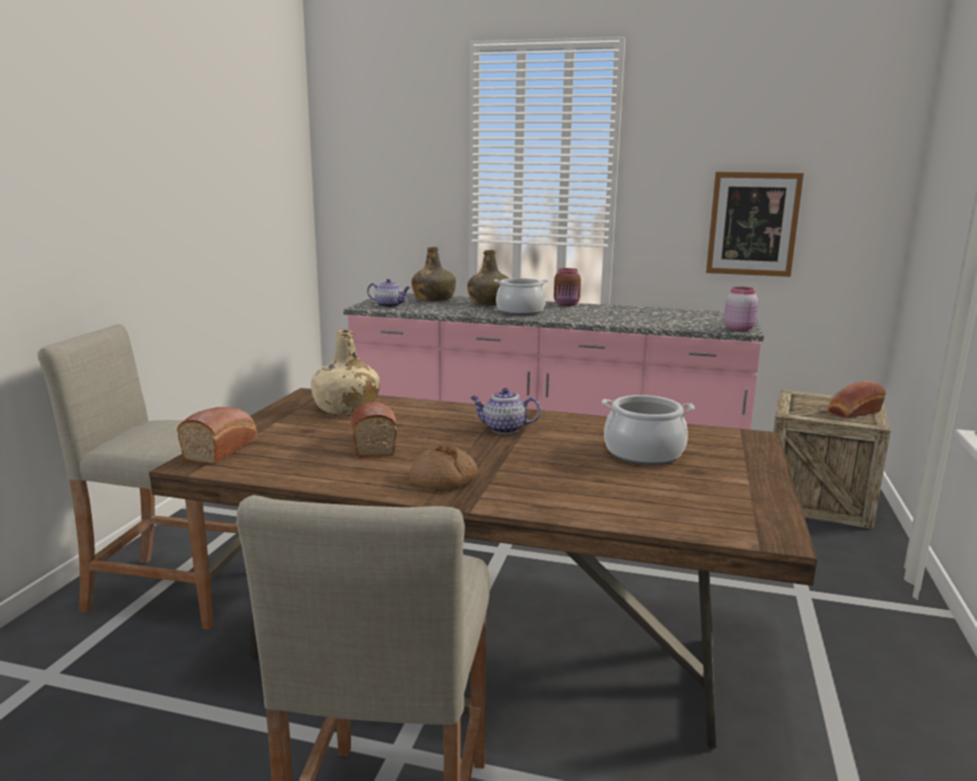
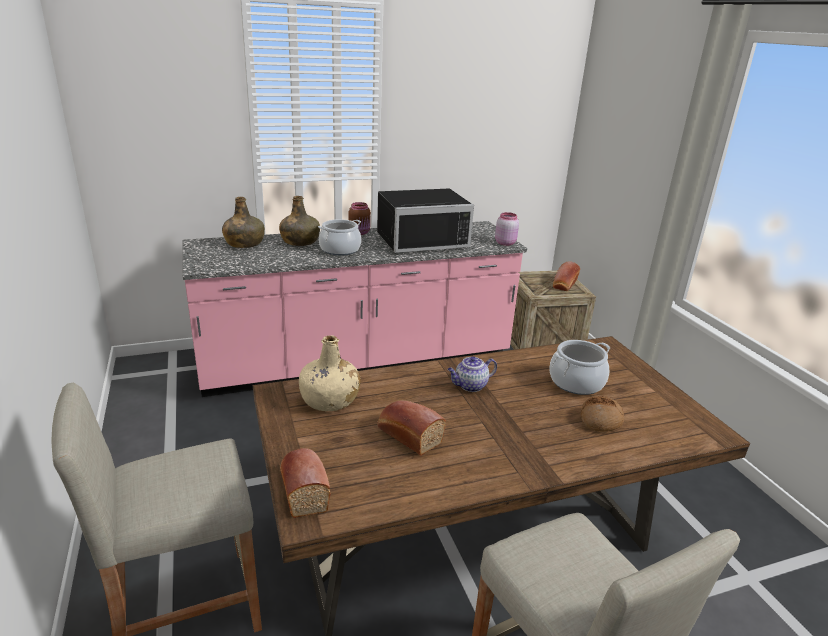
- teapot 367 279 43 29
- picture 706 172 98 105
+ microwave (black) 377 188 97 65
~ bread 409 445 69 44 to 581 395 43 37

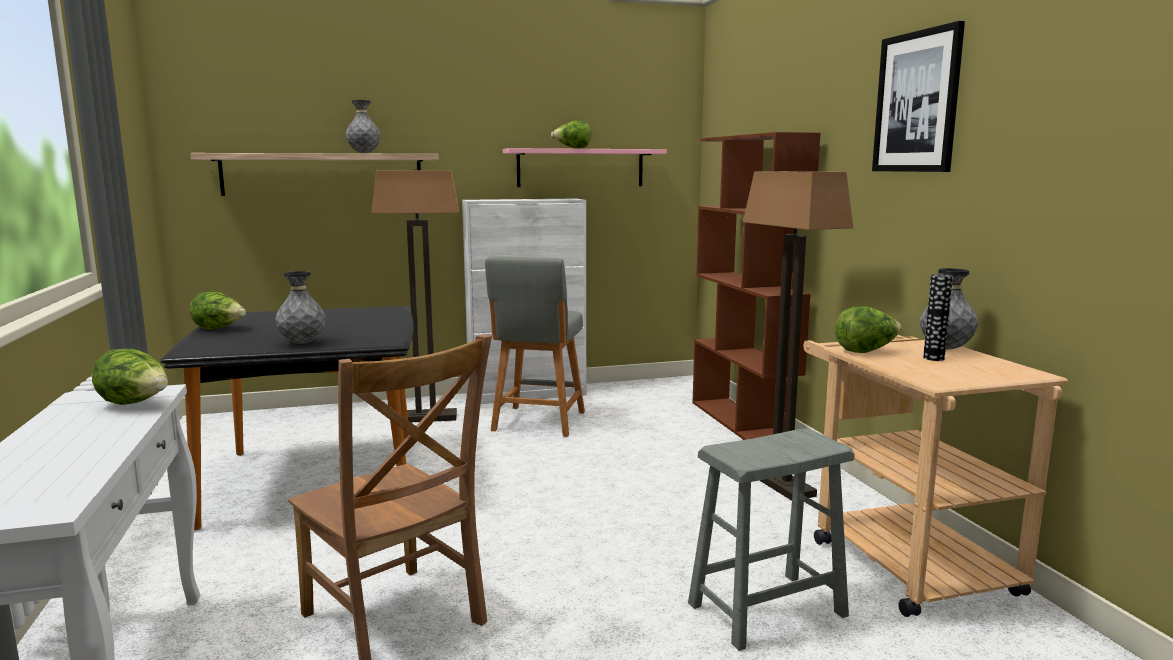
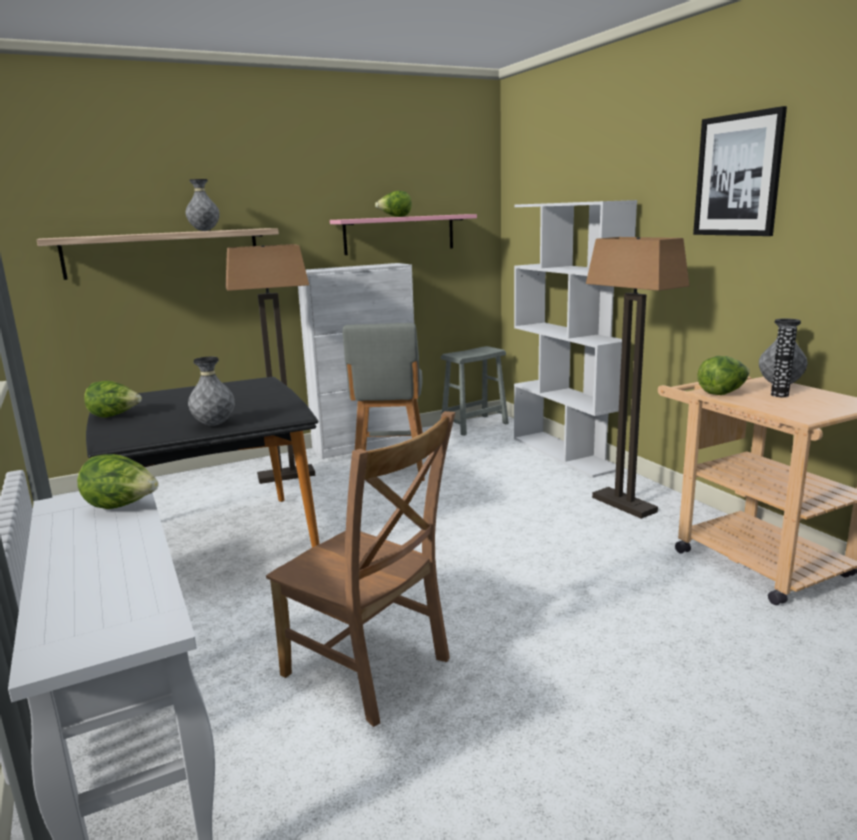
~ stool (grey) 688 429 167 222 to 441 346 68 90
~ bookcase (brown) 692 132 129 308 to bookcase (white) 514 200 123 278

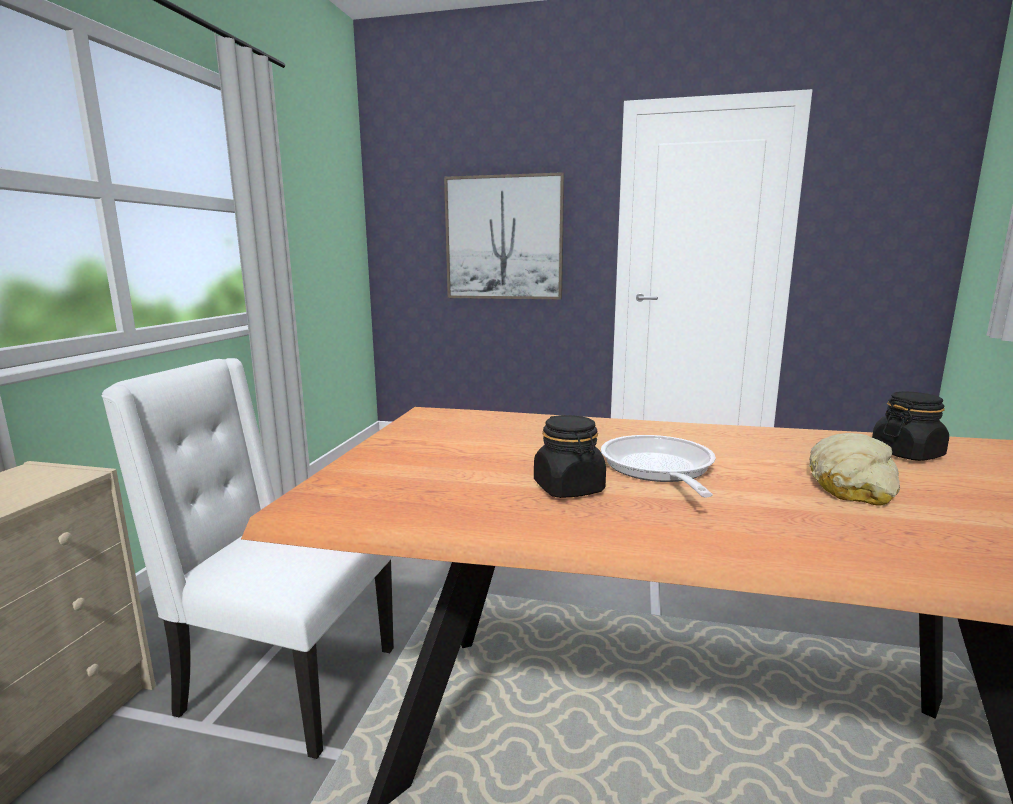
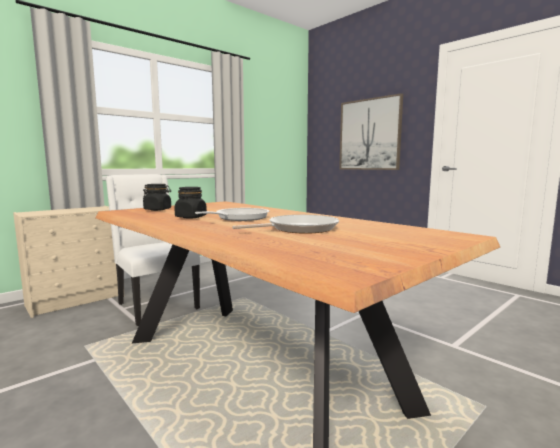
~ jar (black) 872 391 77 70 to 143 184 28 27
~ bread 809 433 91 73 to frying pan 232 215 107 19

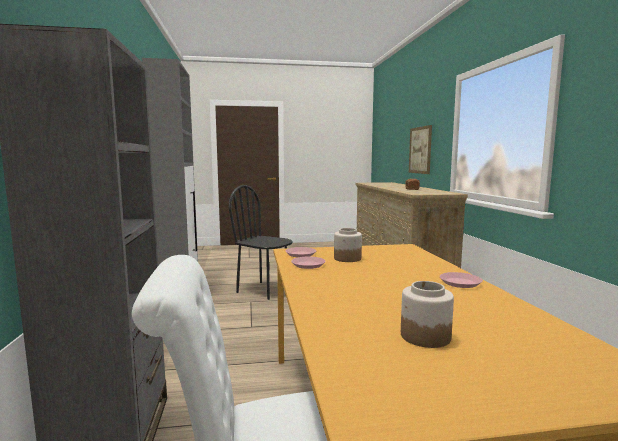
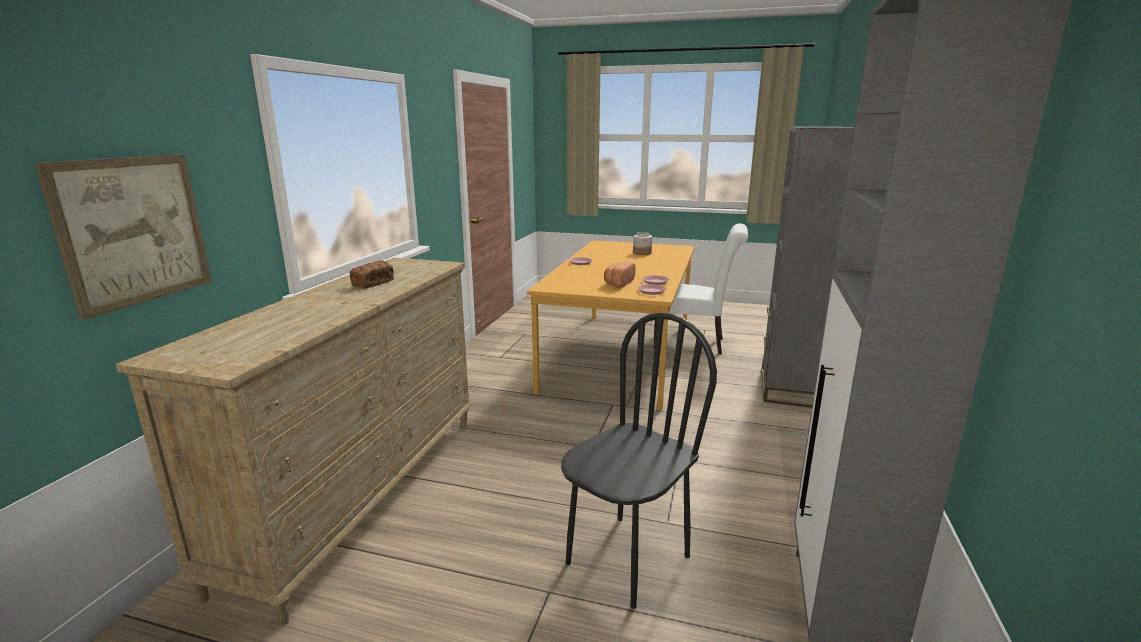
~ jar 334 228 28 34 to bread 604 262 32 26
~ chair (black) 229 185 64 115 = 561 312 156 297 105 degrees counterclockwise

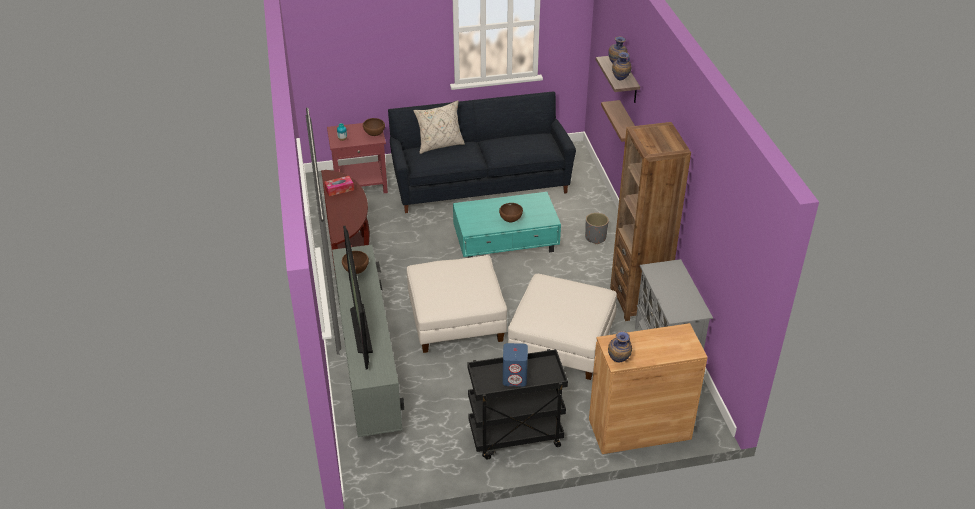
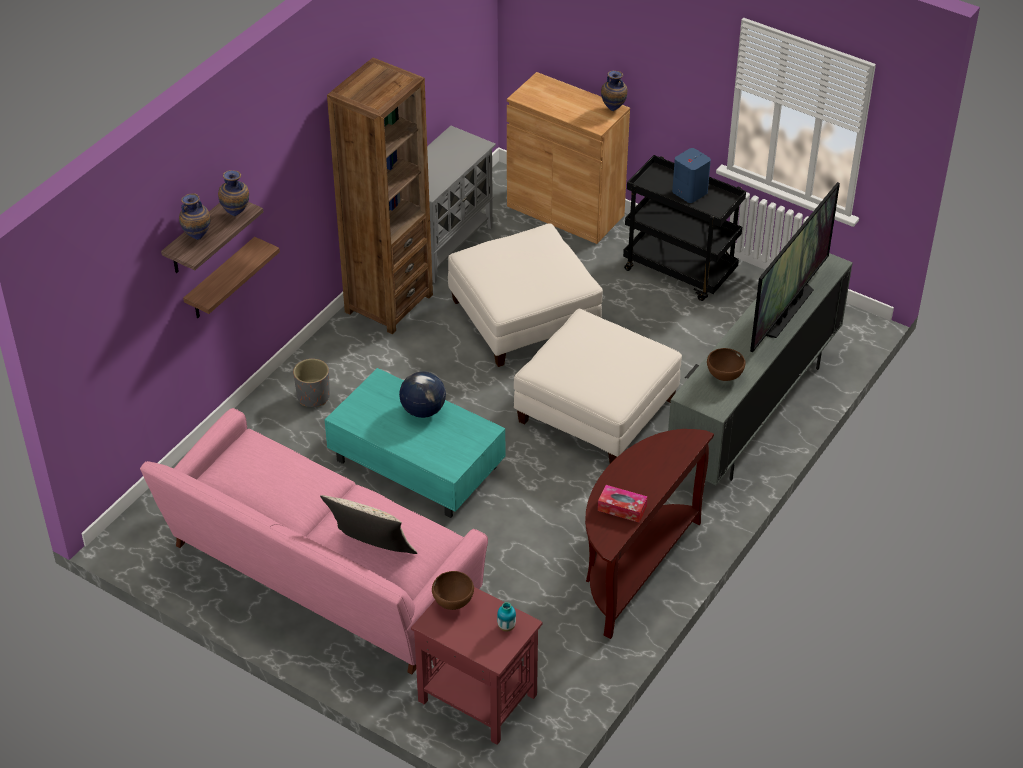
~ bowl (brown) 499 203 24 19 to globe 399 371 47 47
~ sofa (black) 388 91 188 122 to sofa (pink) 140 408 348 266

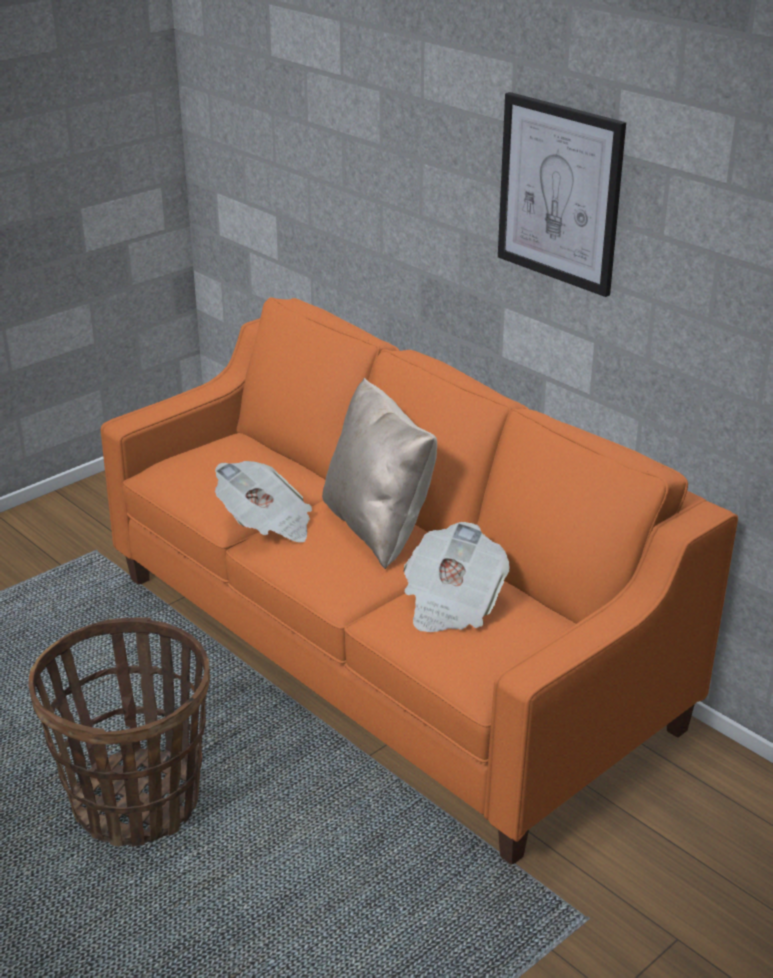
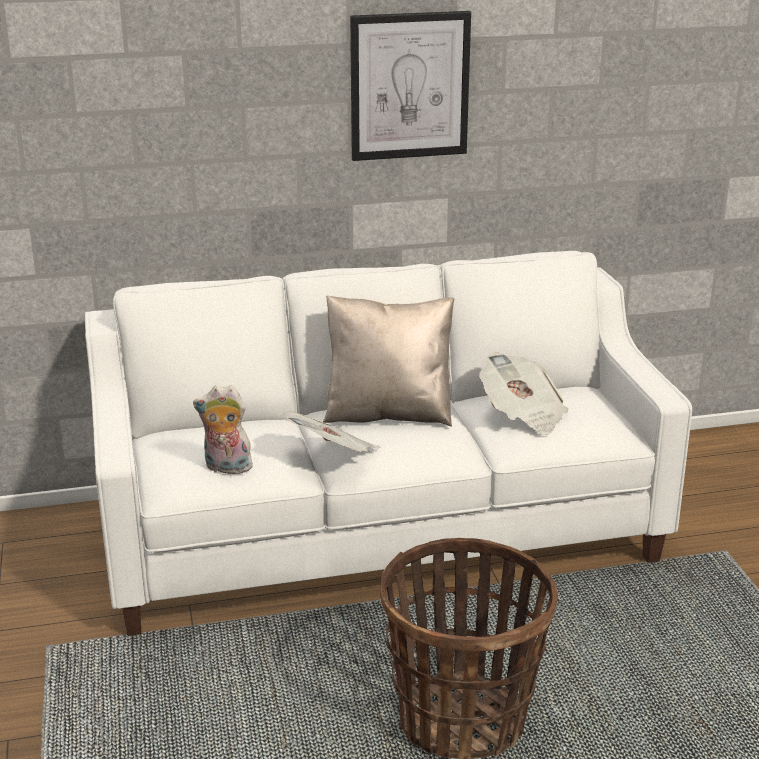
+ plush toy 193 385 62 92
~ sofa (orange) 101 297 637 568 to sofa (white) 85 251 607 385

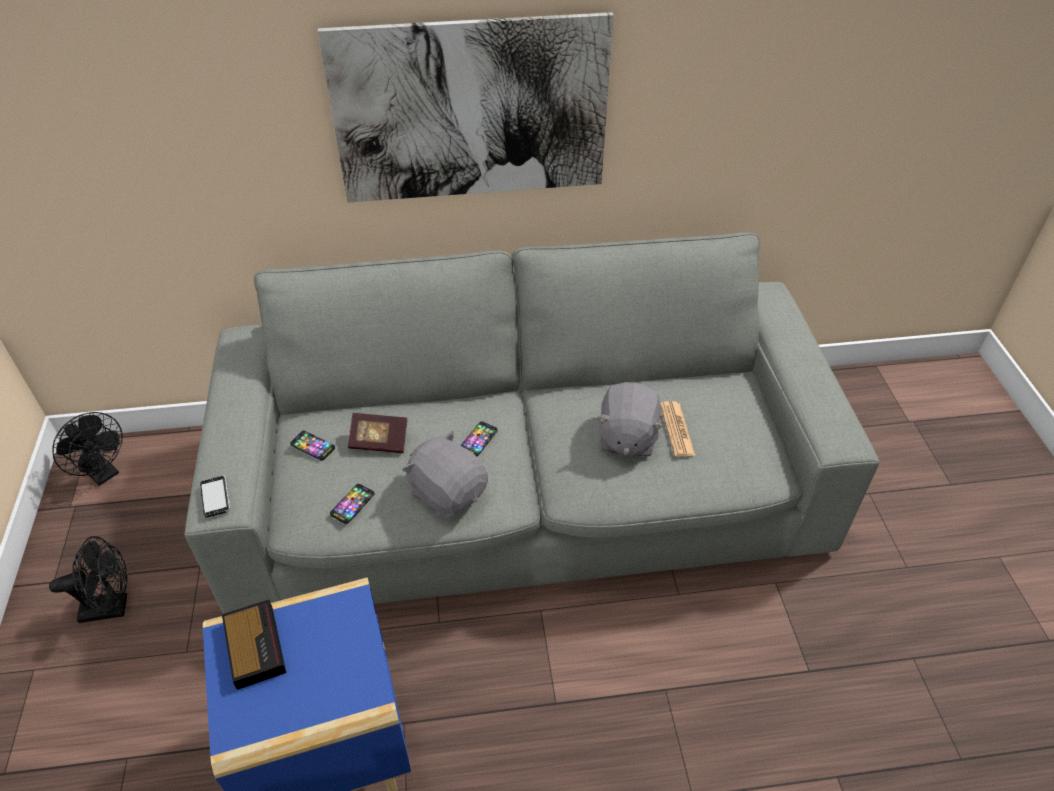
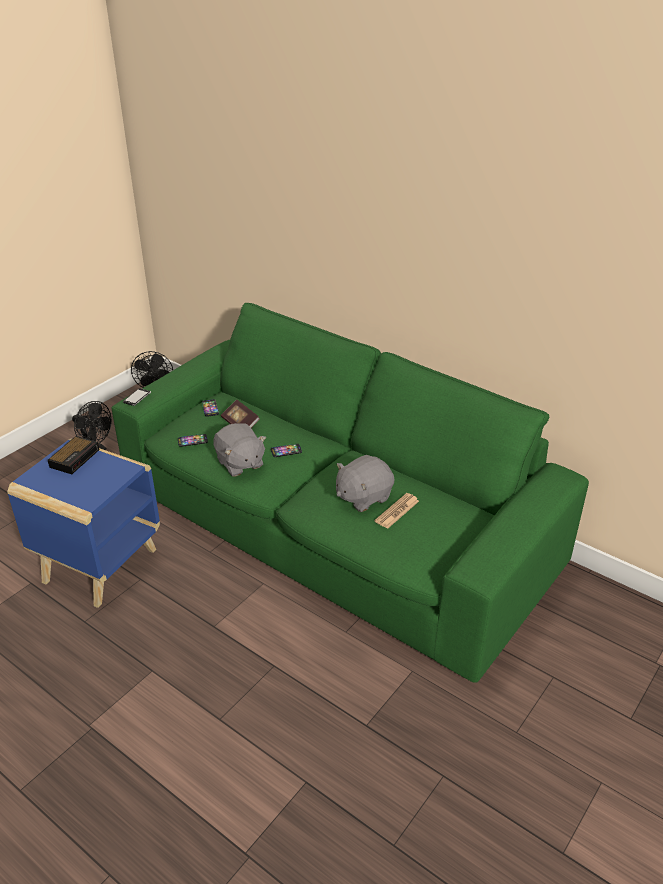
- picture 318 12 295 190
~ sofa (grey) 185 232 695 382 to sofa (green) 112 303 477 380
~ plush toy (grey) 402 430 86 89 = 214 423 52 53 150 degrees clockwise

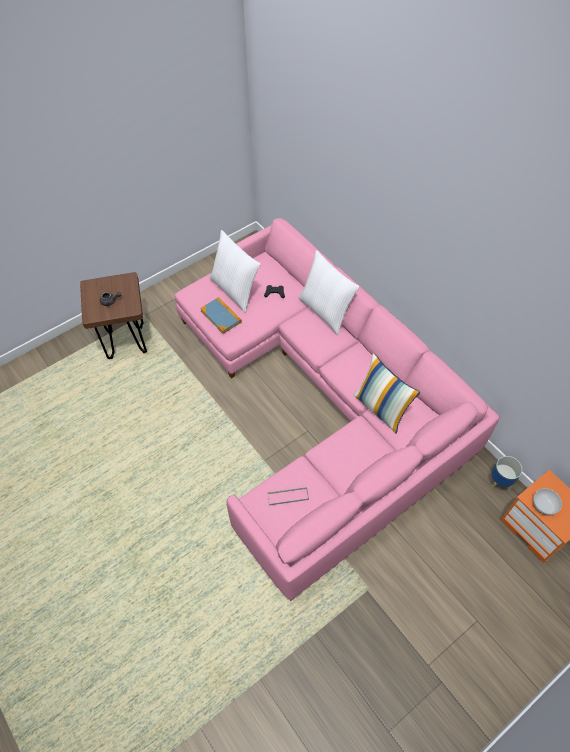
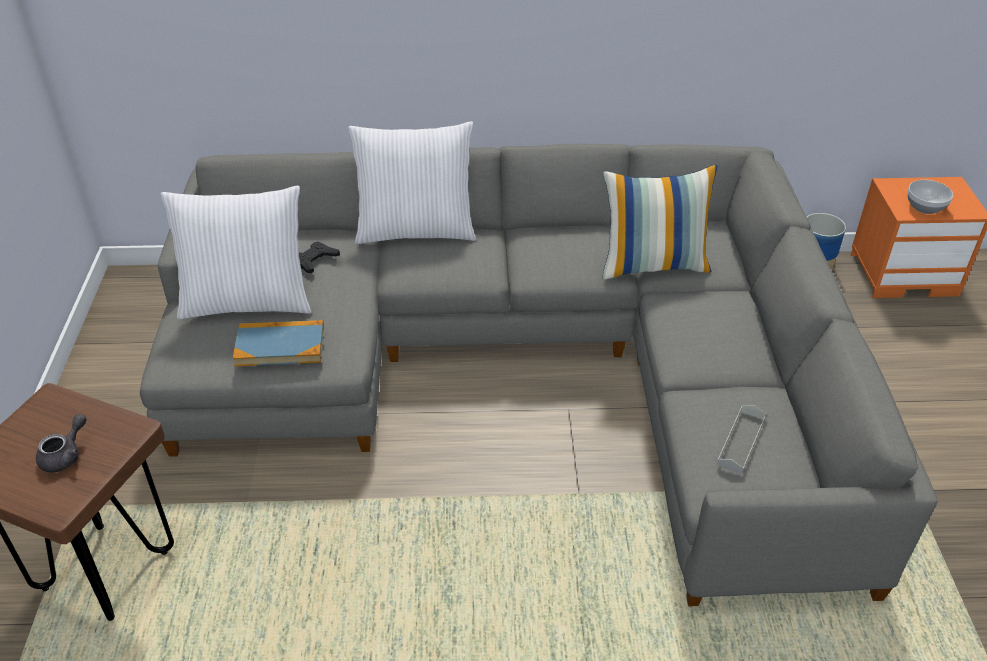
~ sofa (pink) 175 218 325 383 to sofa (grey) 140 144 798 462

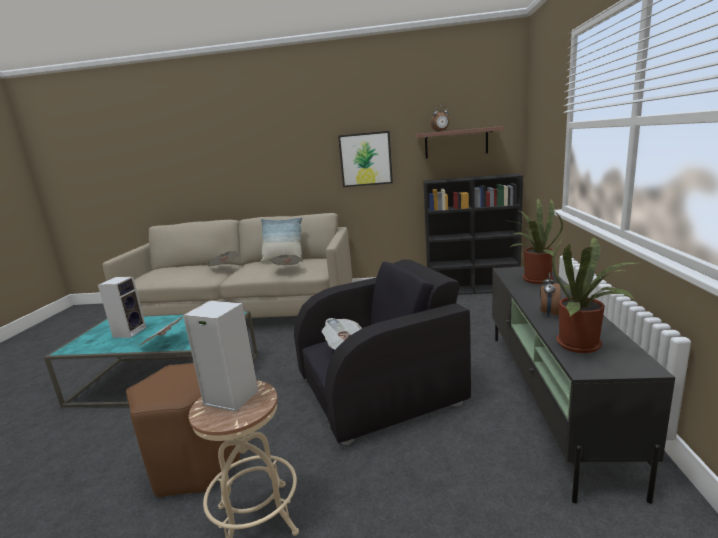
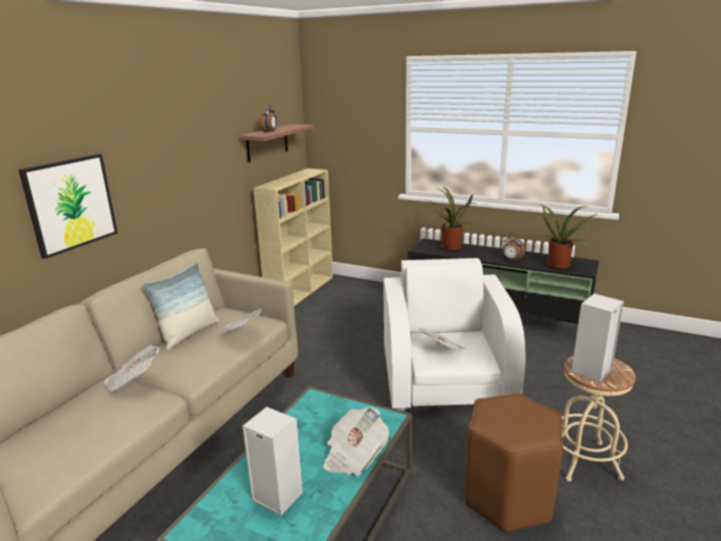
~ picture 338 131 55 56 to 18 154 100 105
~ armchair (black) 294 259 177 186 to armchair (white) 383 258 143 153
~ bookcase (black) 423 173 100 122 to bookcase (beige) 253 168 80 138

